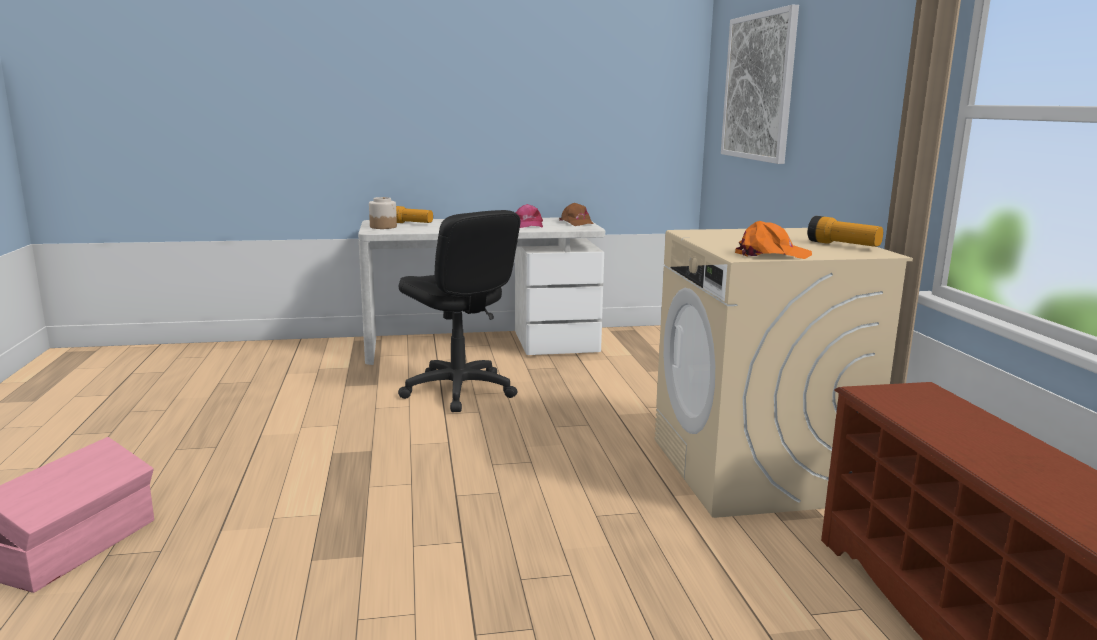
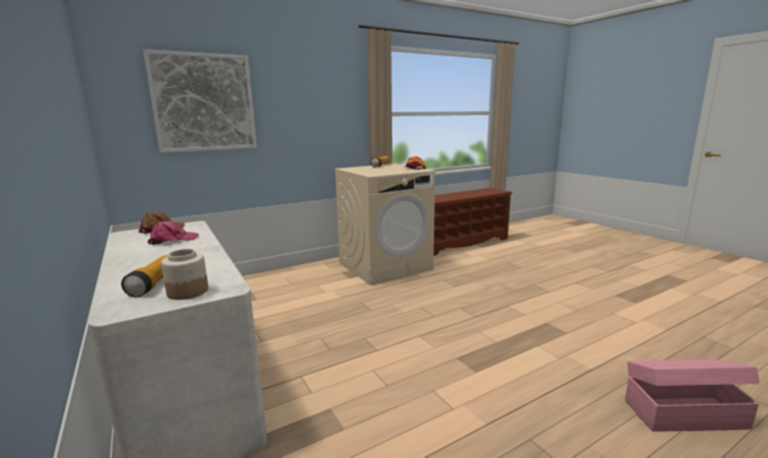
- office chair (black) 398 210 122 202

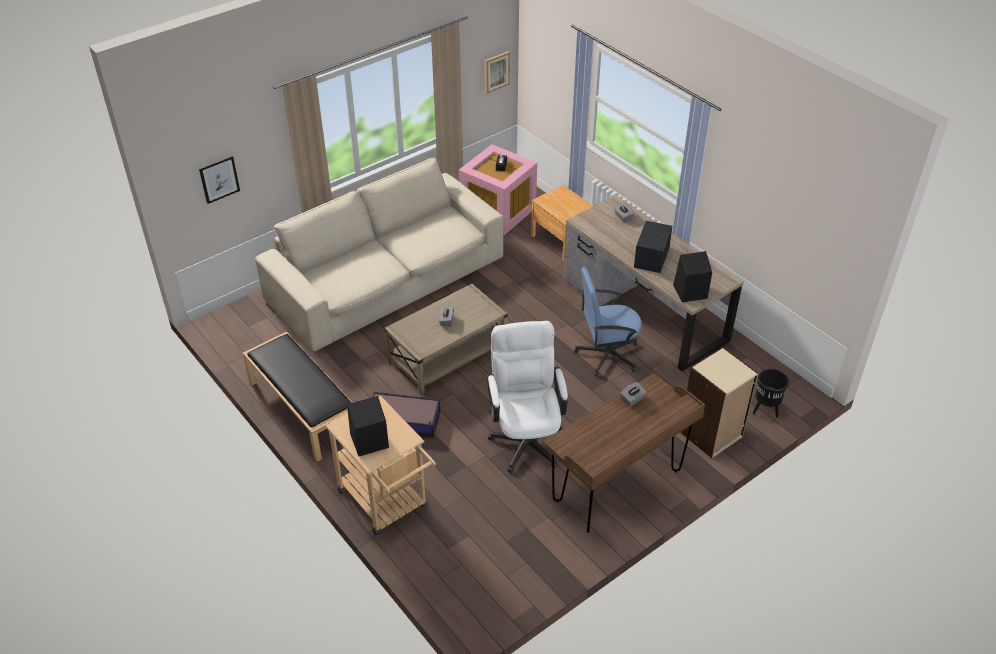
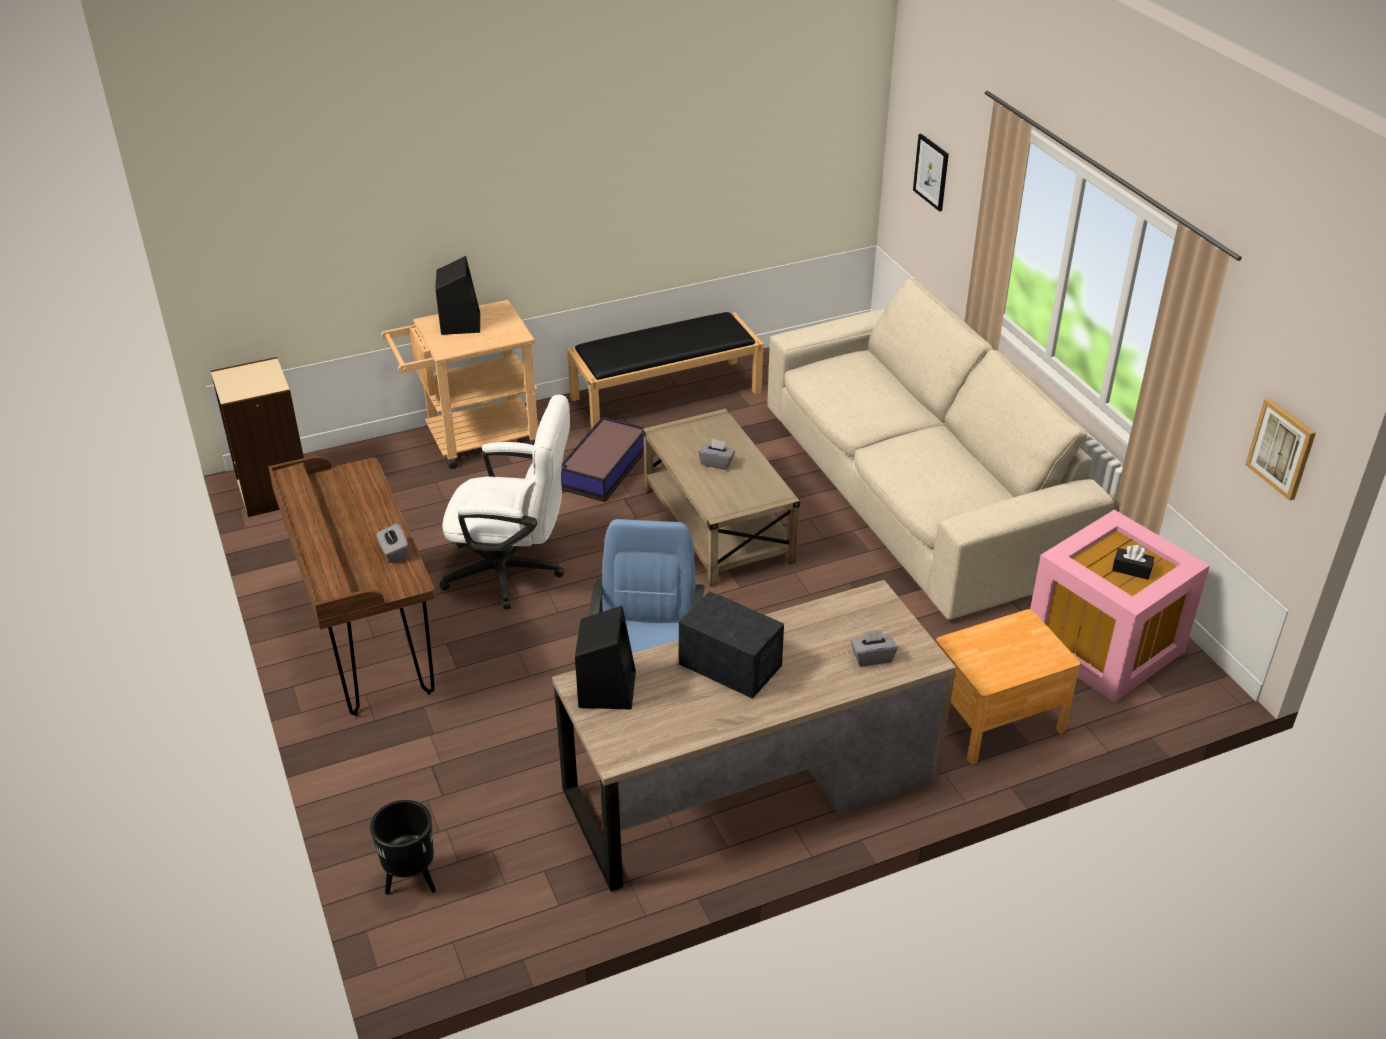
~ bookcase (beige) 680 347 79 111 to 211 357 93 160

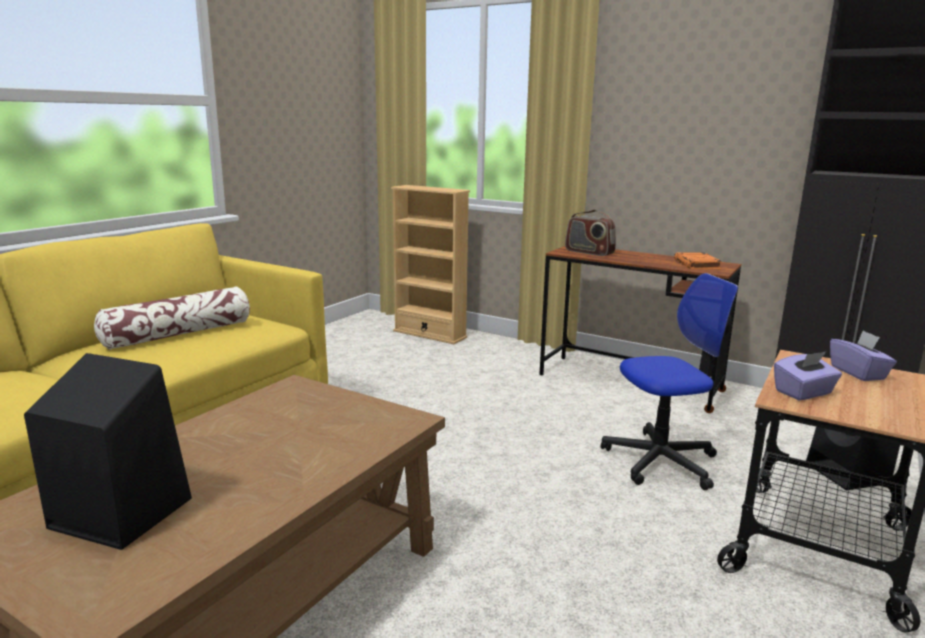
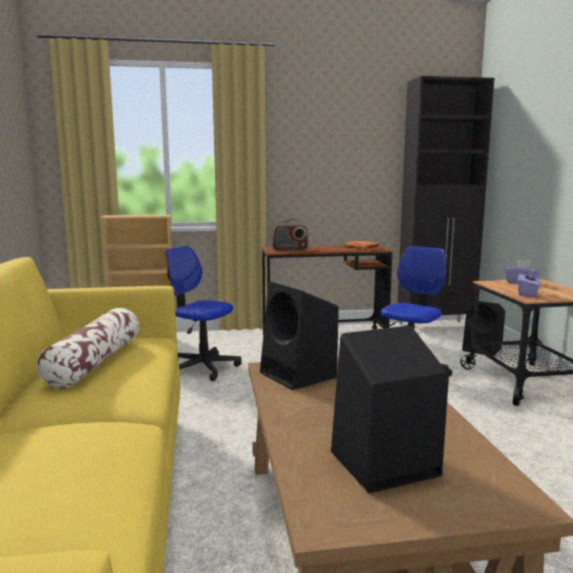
+ office chair 165 246 77 135
+ speaker (black) 260 282 79 108

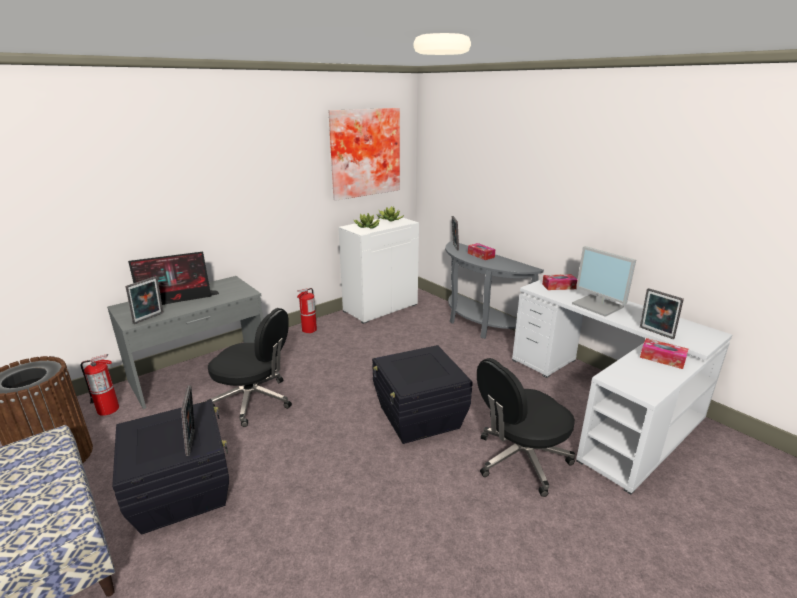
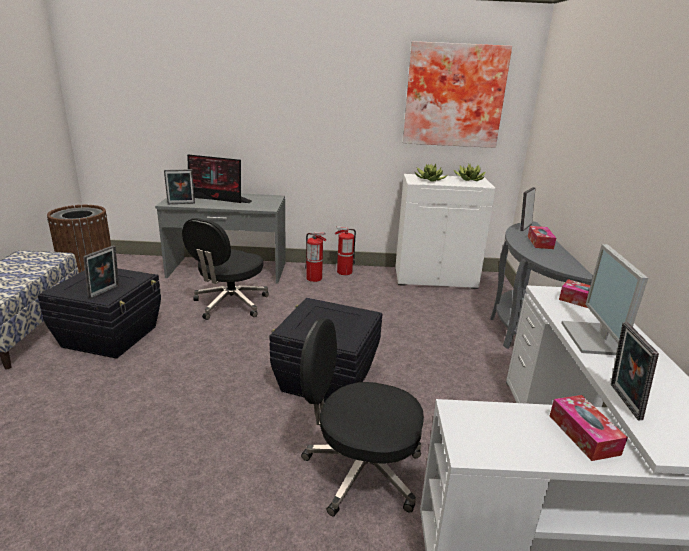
~ fire extinguisher 80 354 39 62 to 305 232 22 50
~ office chair (black) 207 308 85 119 = 182 218 87 102 60 degrees clockwise

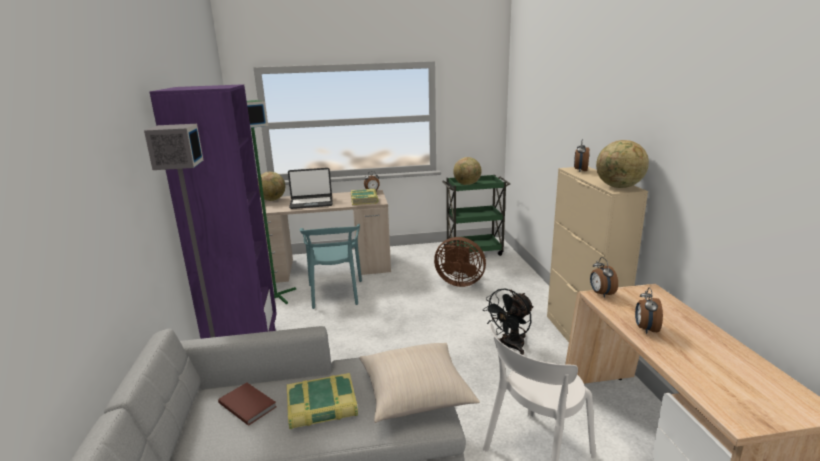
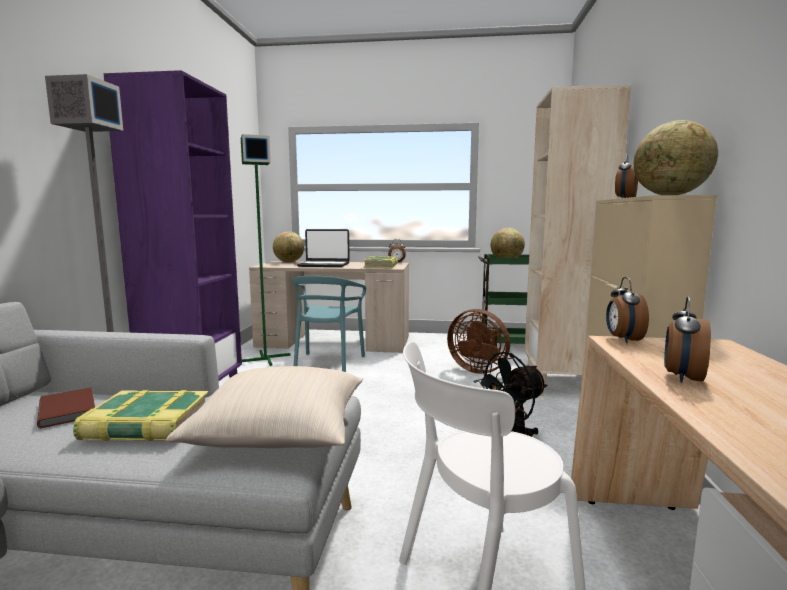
+ bookcase (beige) 524 84 107 312

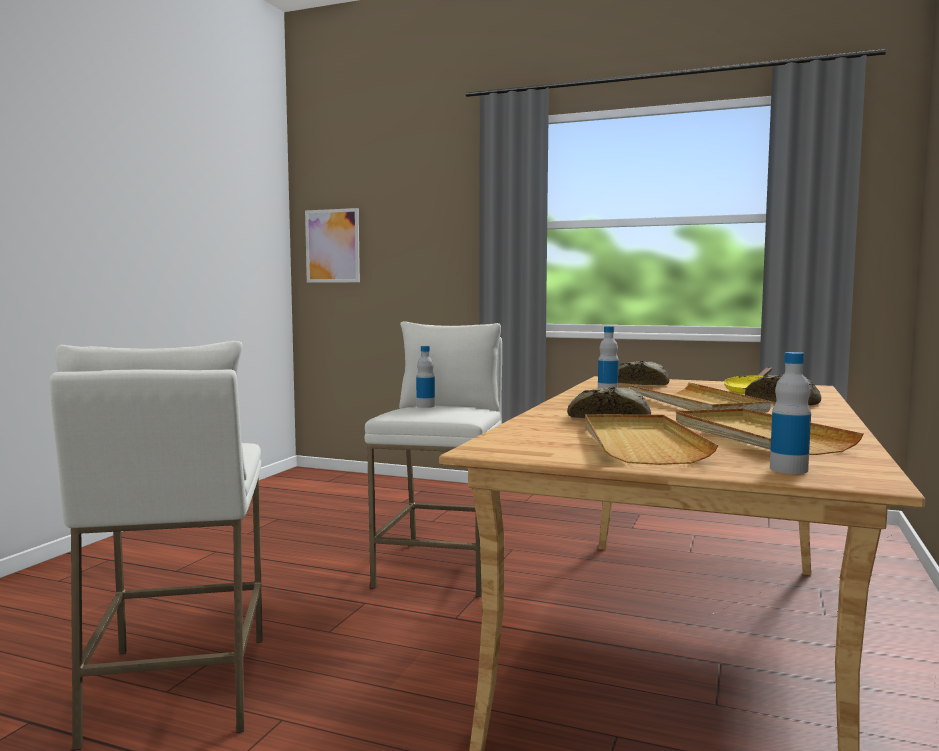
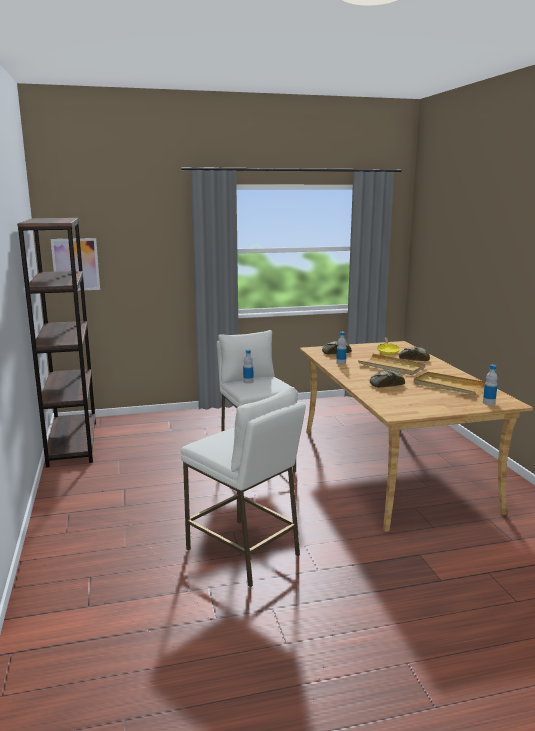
- tray (beige) 585 414 133 51
+ bookcase (brown) 17 218 79 249

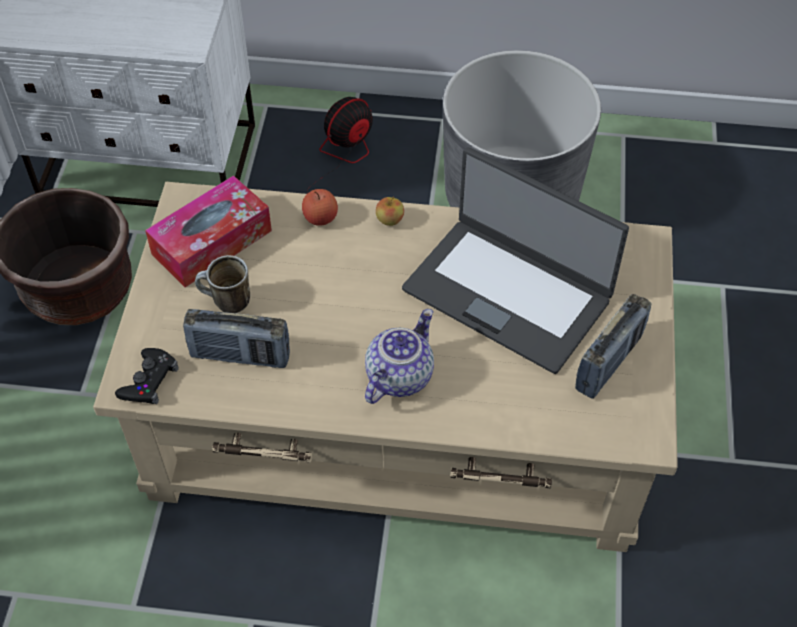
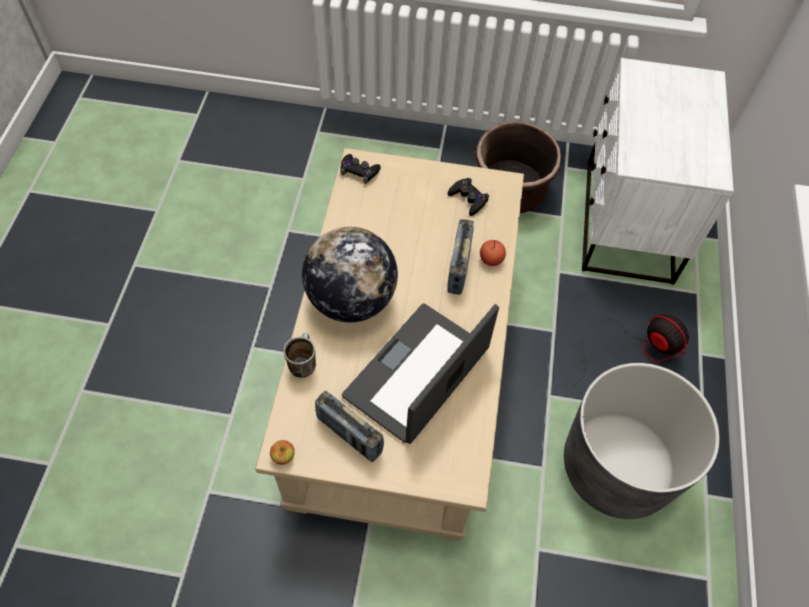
~ radio 183 309 107 59 to 447 219 27 76
~ mug 195 255 55 58 to 283 333 33 45
~ apple 376 196 28 30 to 270 440 25 25
~ tissue box 145 175 127 112 to game controller (black) 448 178 41 38
~ teapot 365 309 69 95 to globe 302 227 96 96

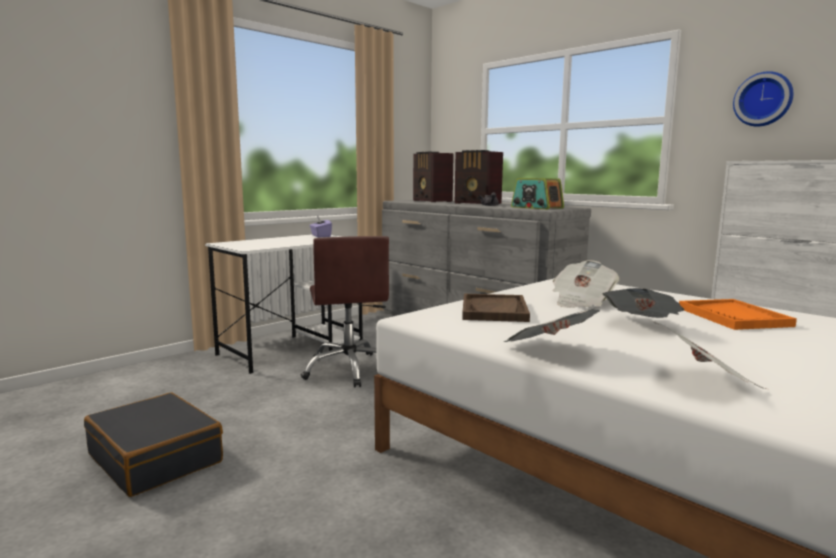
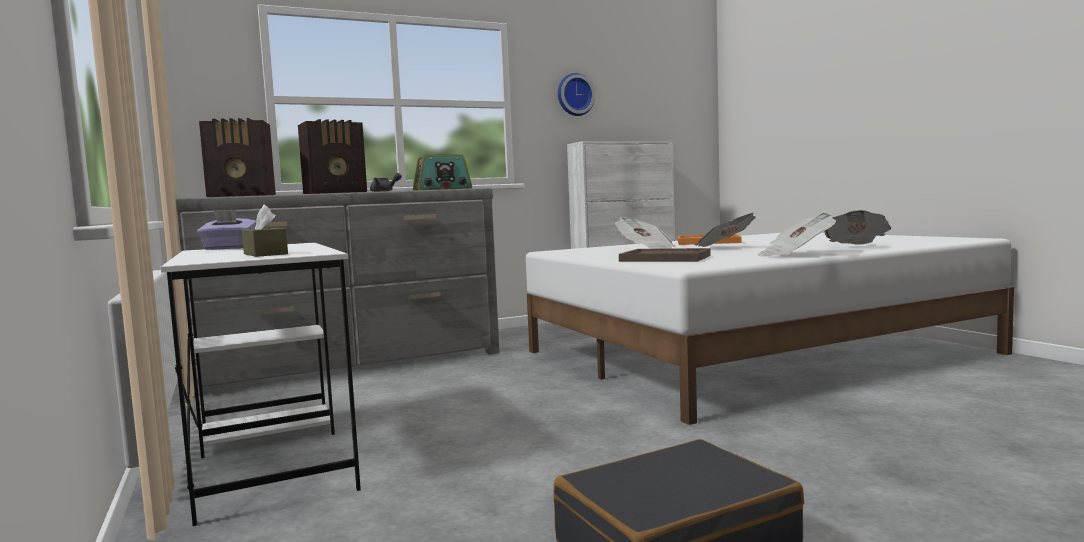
- office chair (brown) 301 236 88 152
+ tissue box (brown) 242 205 46 52

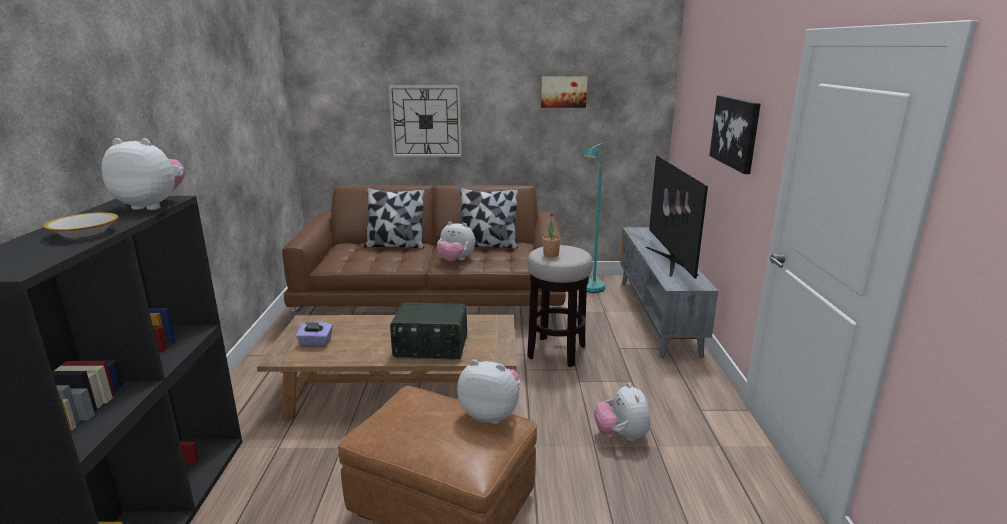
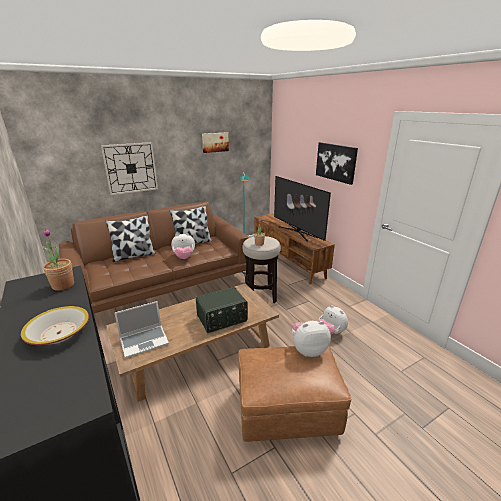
~ plush toy 101 138 84 72 to potted plant 43 229 31 62
~ tissue box (purple) 296 322 37 24 to laptop 115 301 54 57
~ tv stand (grey) 620 227 98 131 to tv stand (brown) 254 213 81 71

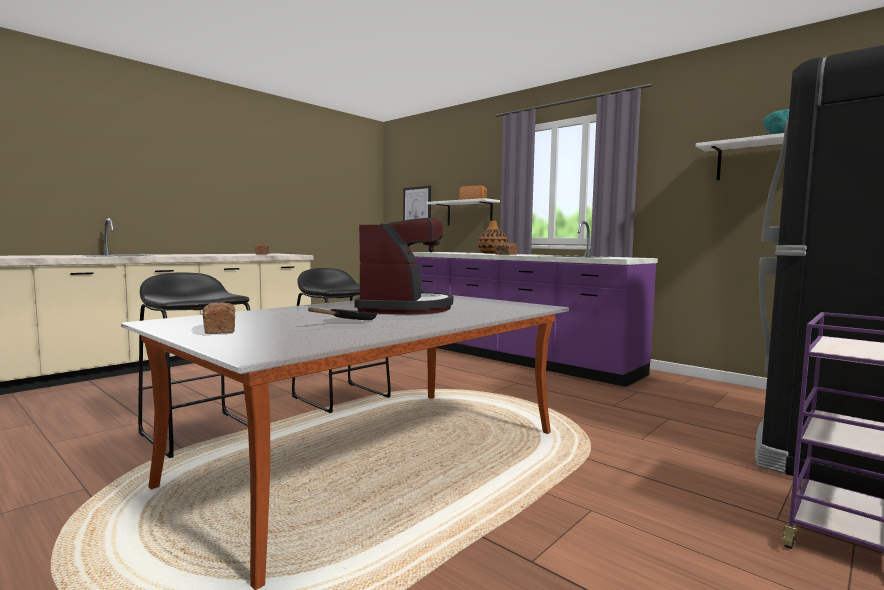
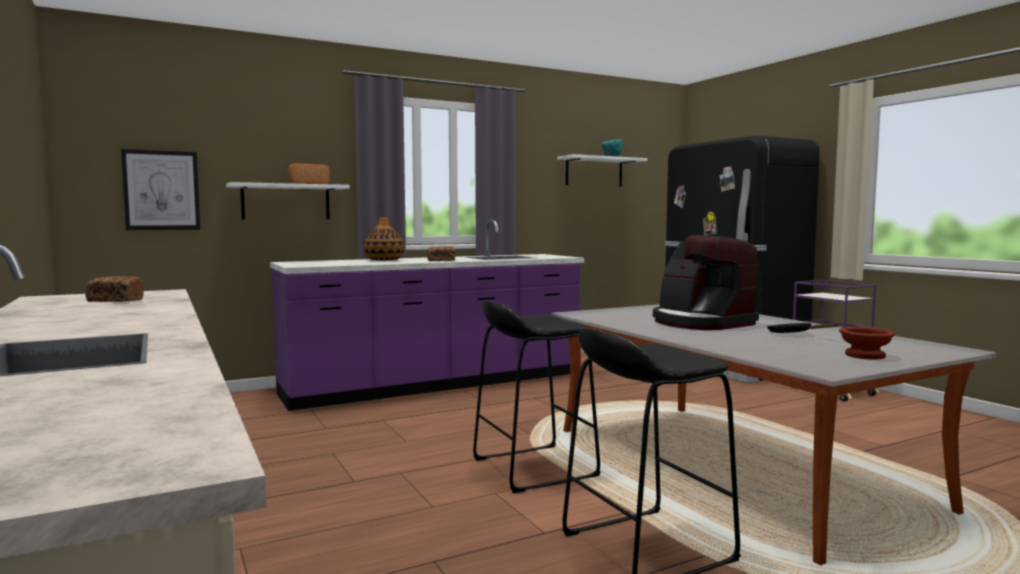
~ bread 203 302 32 32 to bowl (brown) 839 327 56 32
~ coffee machine 355 217 98 98 = 653 235 106 95 150 degrees counterclockwise

